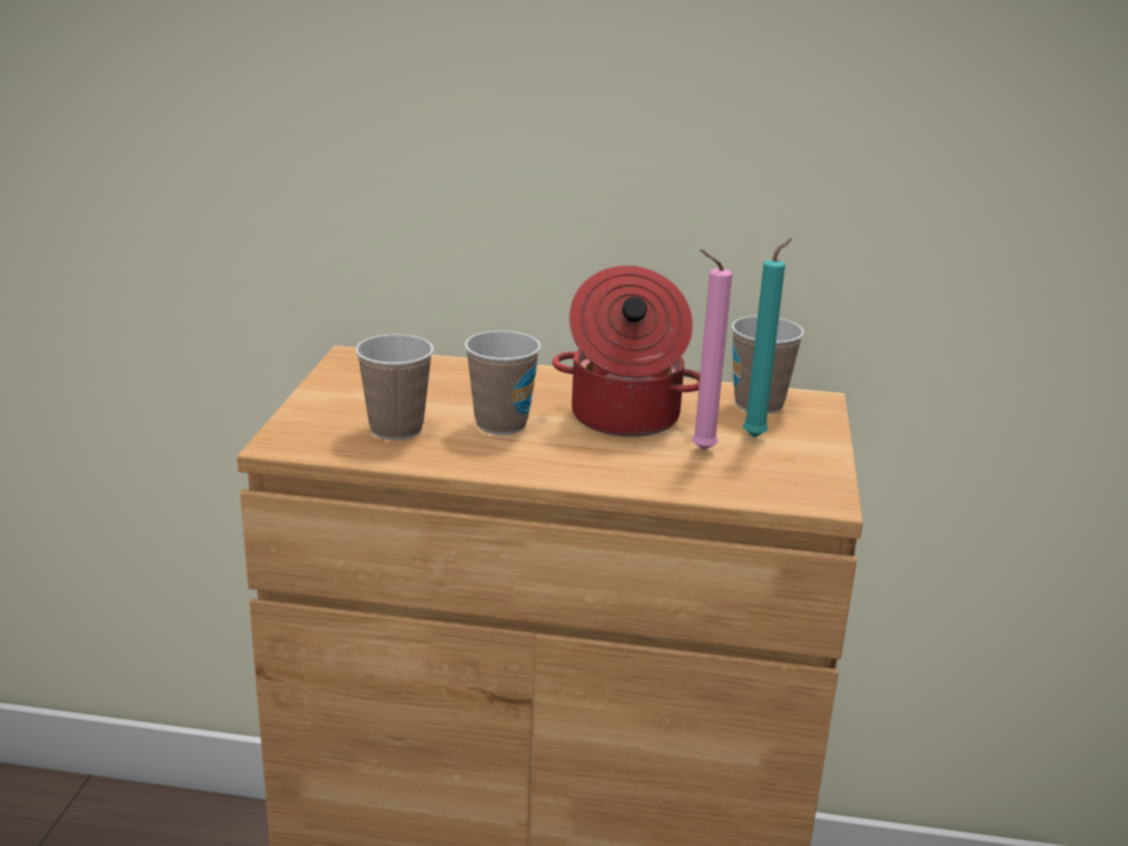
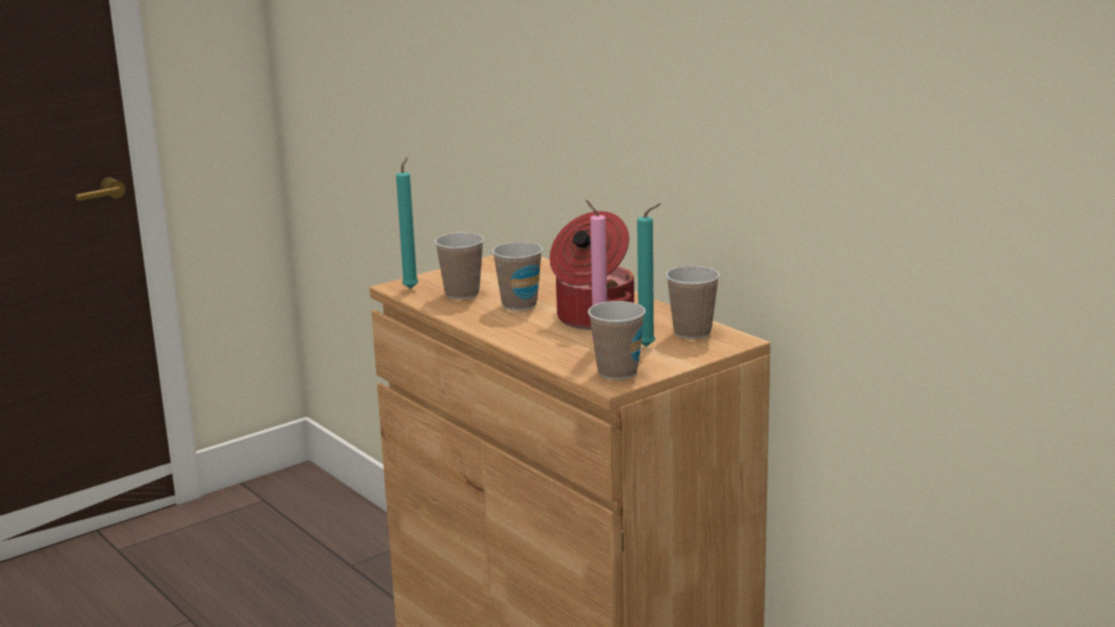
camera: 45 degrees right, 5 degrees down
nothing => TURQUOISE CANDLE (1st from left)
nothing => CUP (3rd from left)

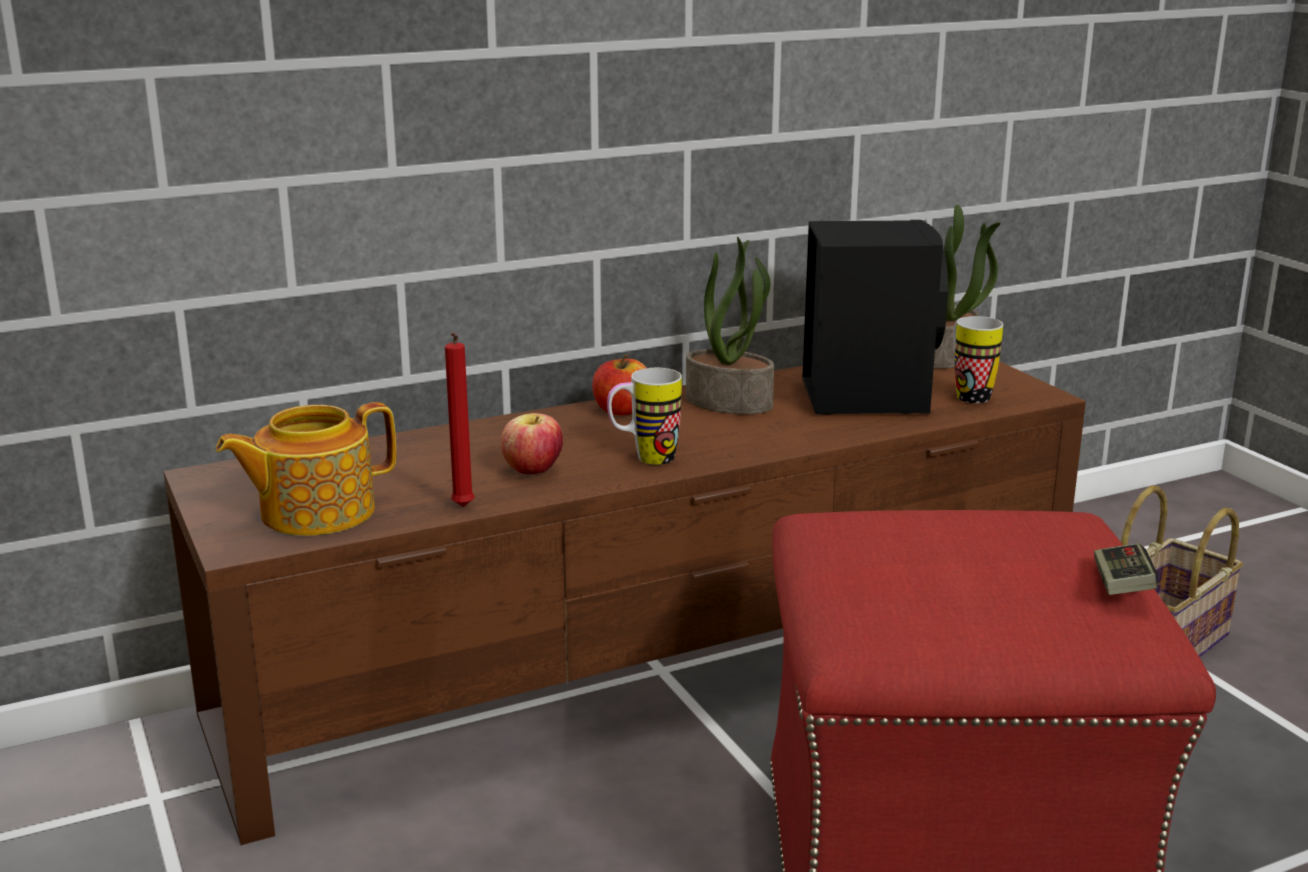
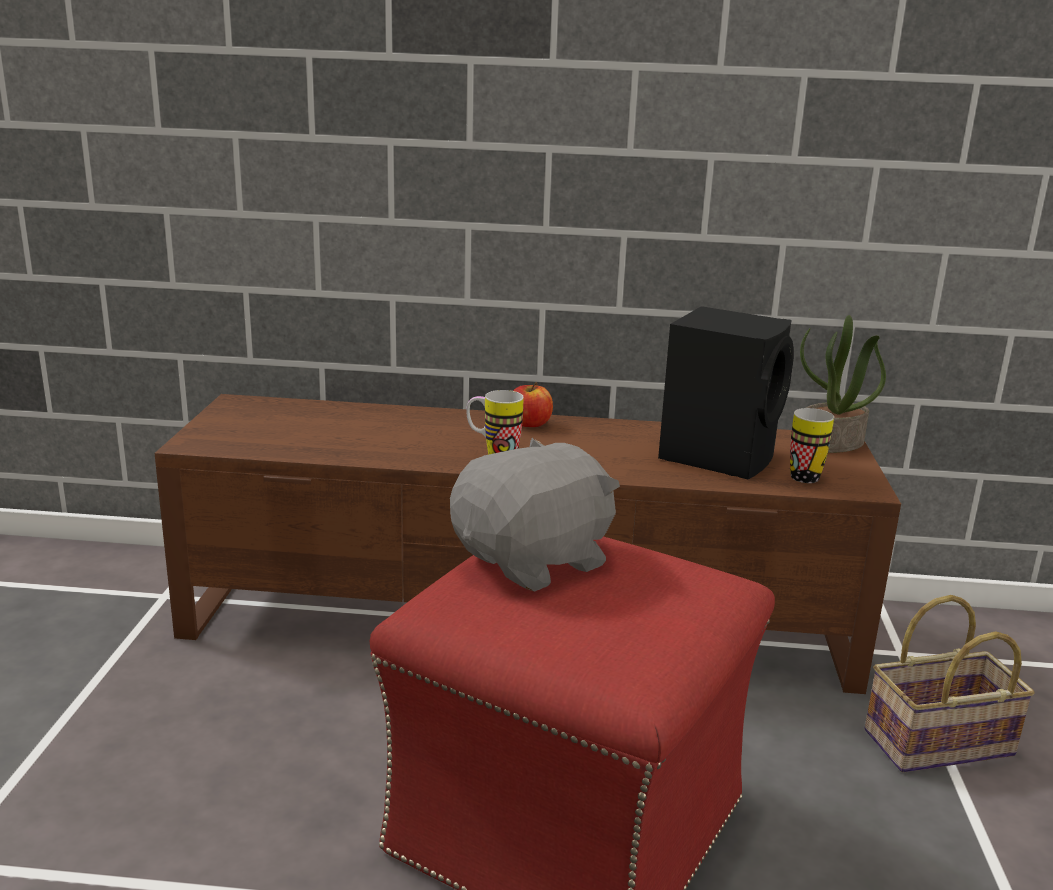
camera: 30 degrees right, 0 degrees up
nothing => GREY PLUSH TOY
TEAPOT => nothing
RED CANDLE => nothing
APPLE (1st from left) => nothing
POTTED PLANT (1st from left) => nothing
GAME CONTROLLER => nothing

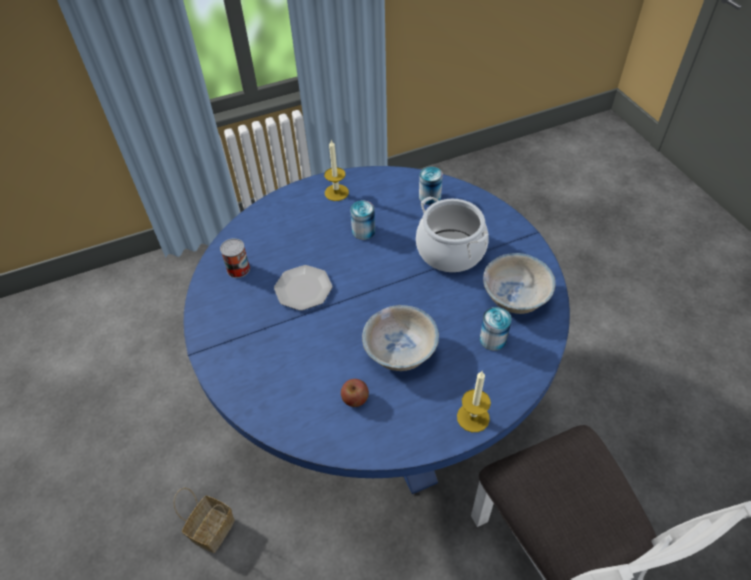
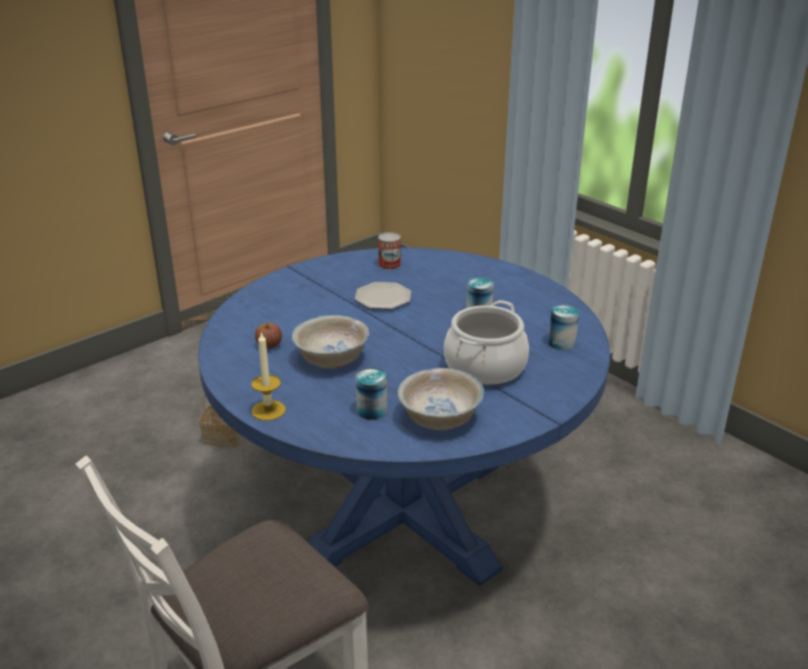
camera: 70 degrees right, 20 degrees down
CANDLE (1st from left) => nothing

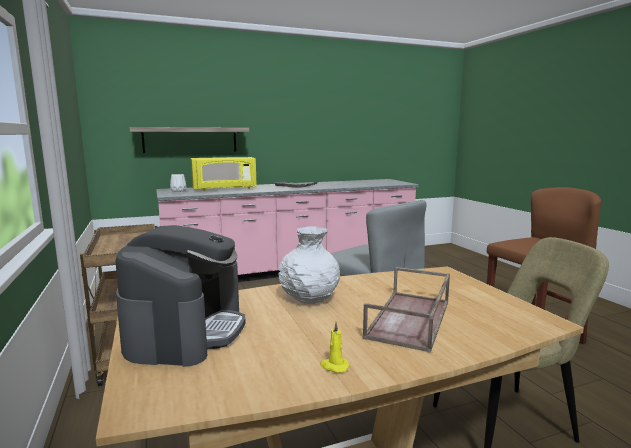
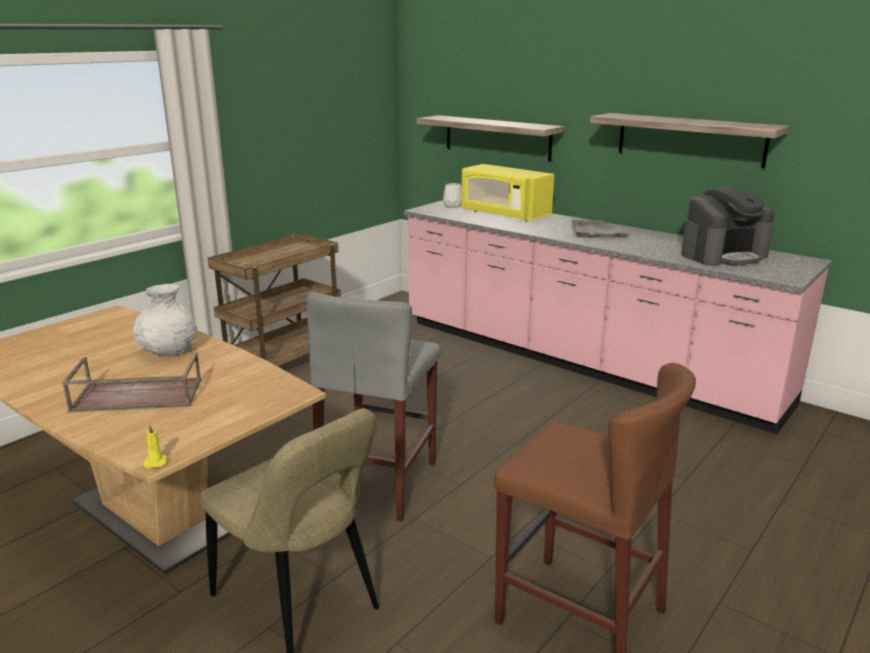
camera: 60 degrees right, 10 degrees up
YELLOW CANDLE, moved
nothing => SHELF (2nd from left)
COFFEE MACHINE, moved

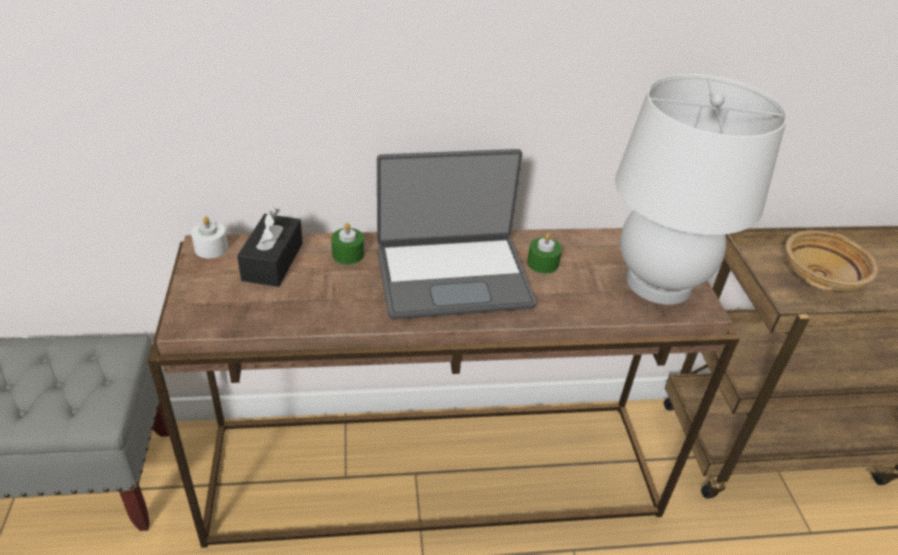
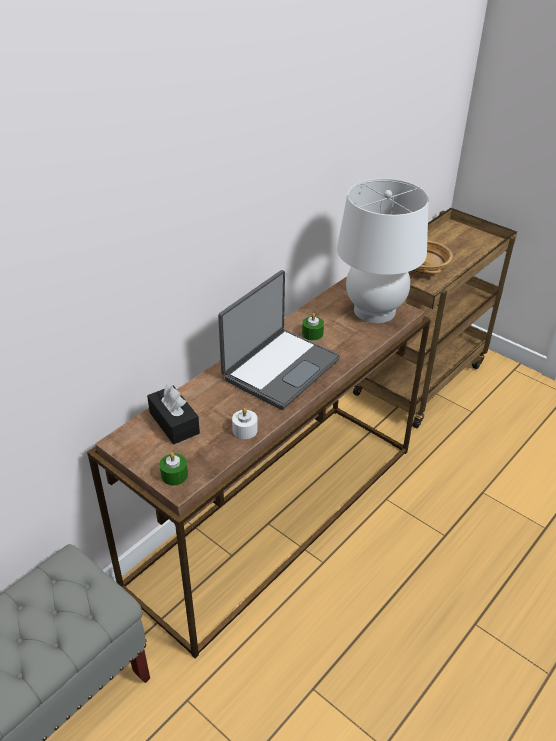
camera: 40 degrees left, 0 degrees up
GREEN CANDLE (1st from left), moved
WHITE CANDLE, moved

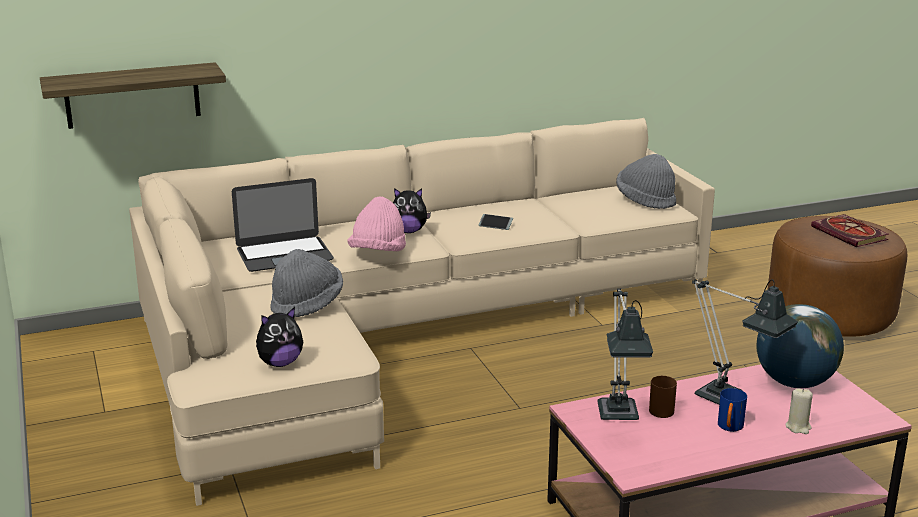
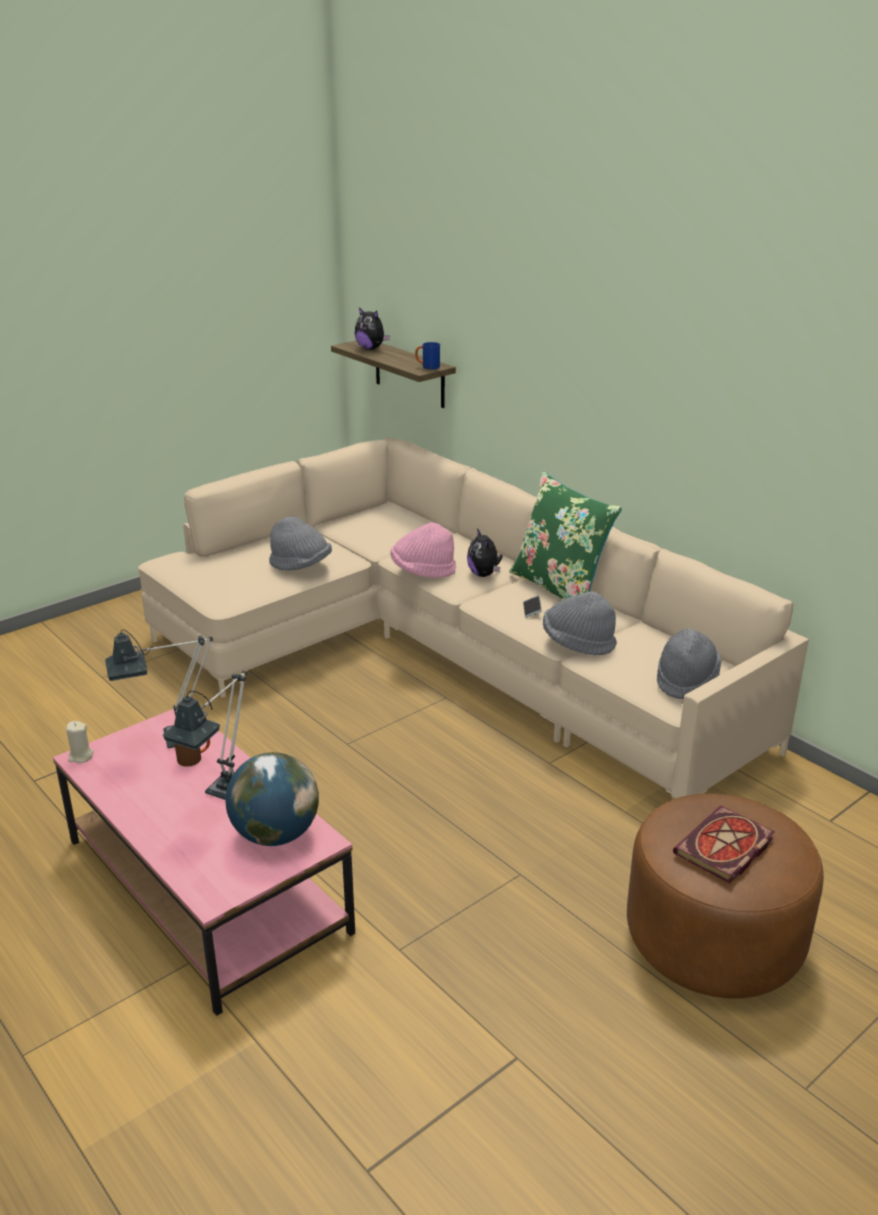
camera: 70 degrees right, 5 degrees up
BEIGE CANDLE, moved
PLUSH TOY (1st from left), moved
BLUE MUG, moved
nothing => GREEN PILLOW
nothing => GREY HAT (2nd from left)
LAPTOP => nothing

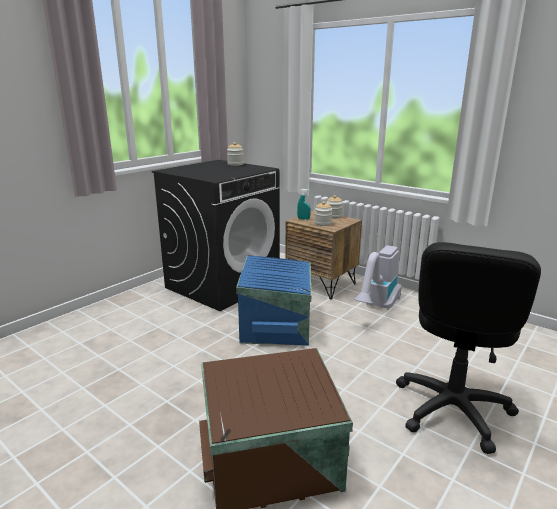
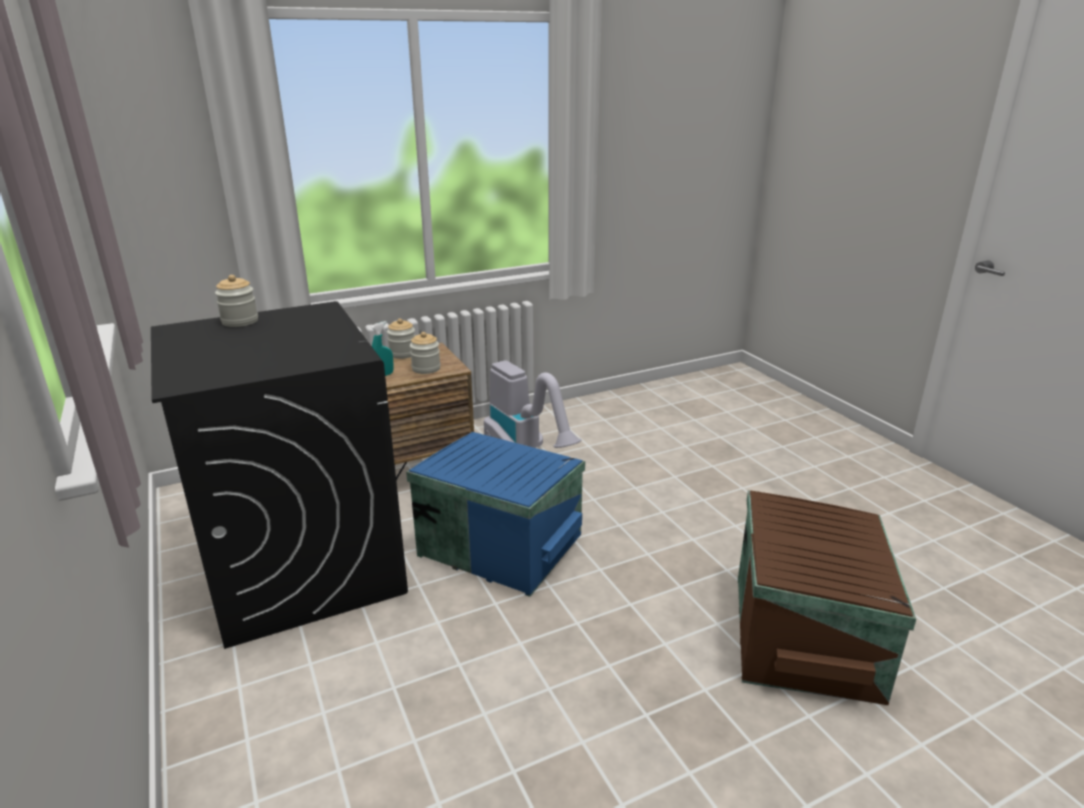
camera: 65 degrees left, 5 degrees up
BLACK OFFICE CHAIR => nothing

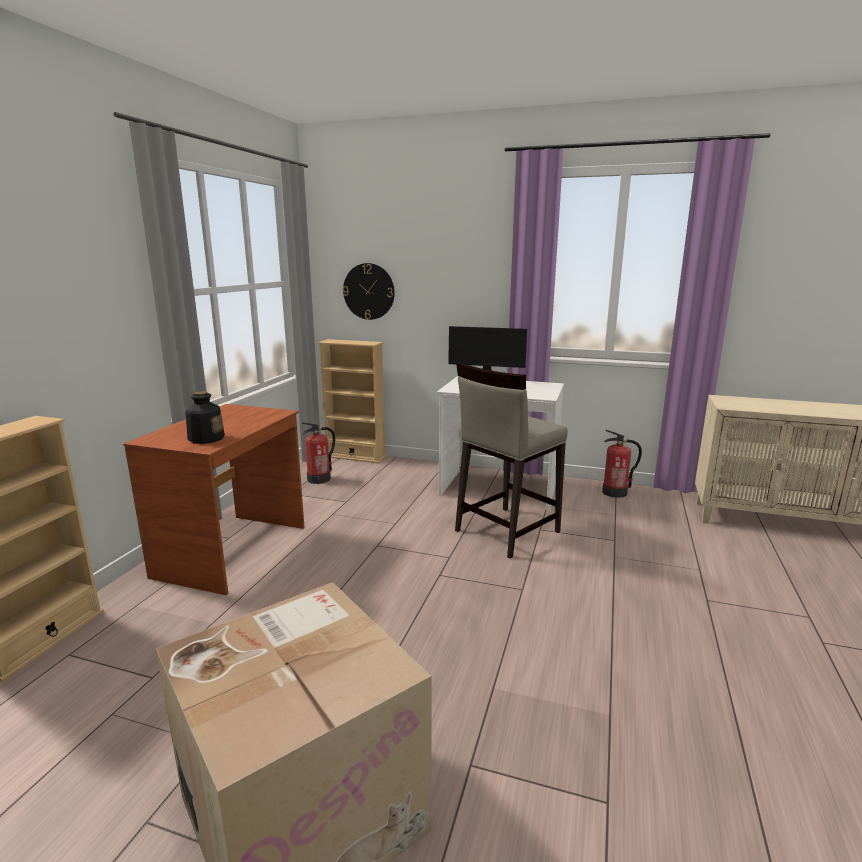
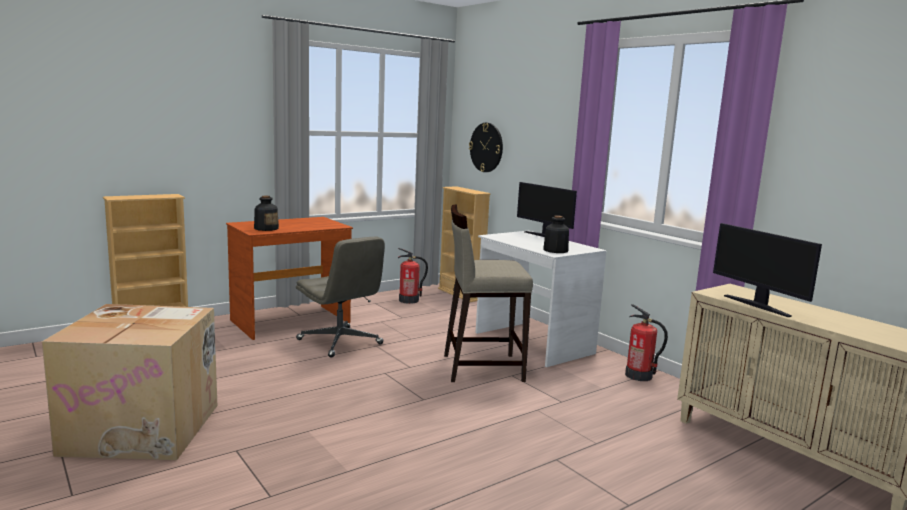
camera: 35 degrees right, 5 degrees down
nothing => GREY OFFICE CHAIR
nothing => BOTTLE (2nd from left)
nothing => MONITOR (2nd from left)

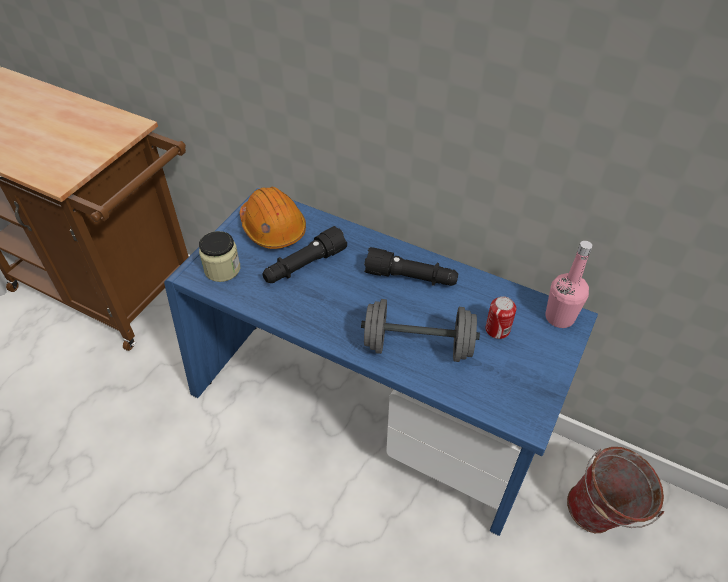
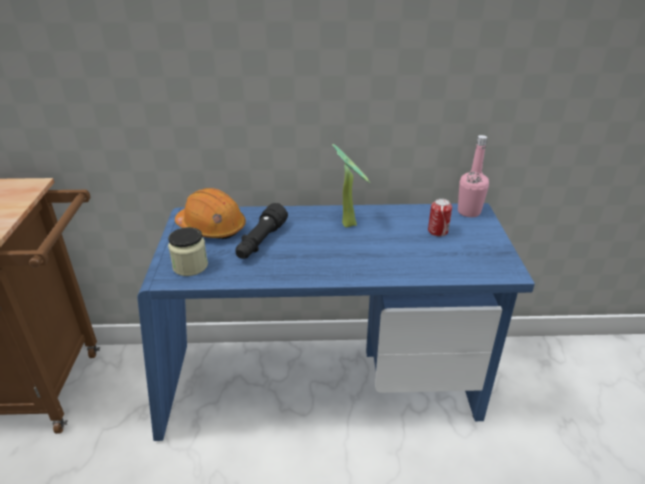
camera: 30 degrees left, 15 degrees down
BLACK FLASHLIGHT (2nd from left) => POTTED PLANT
GREY DUMBBELL => nothing
BUCKET => nothing

